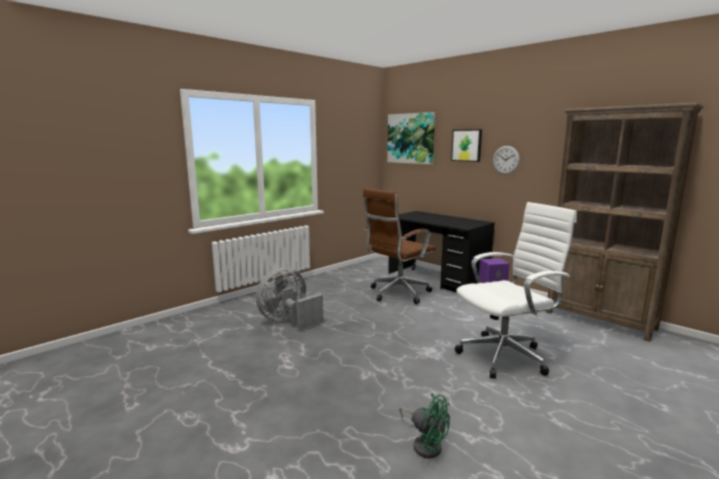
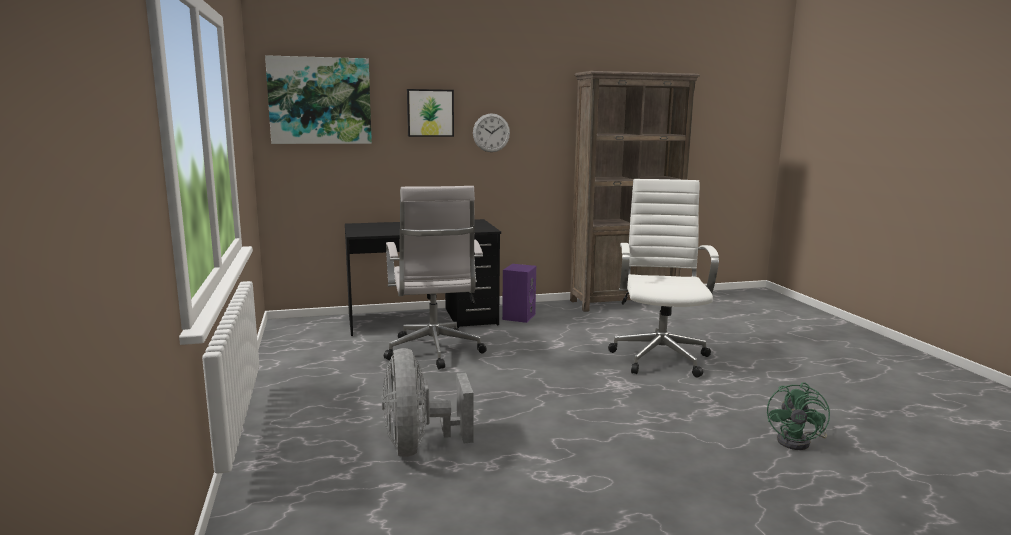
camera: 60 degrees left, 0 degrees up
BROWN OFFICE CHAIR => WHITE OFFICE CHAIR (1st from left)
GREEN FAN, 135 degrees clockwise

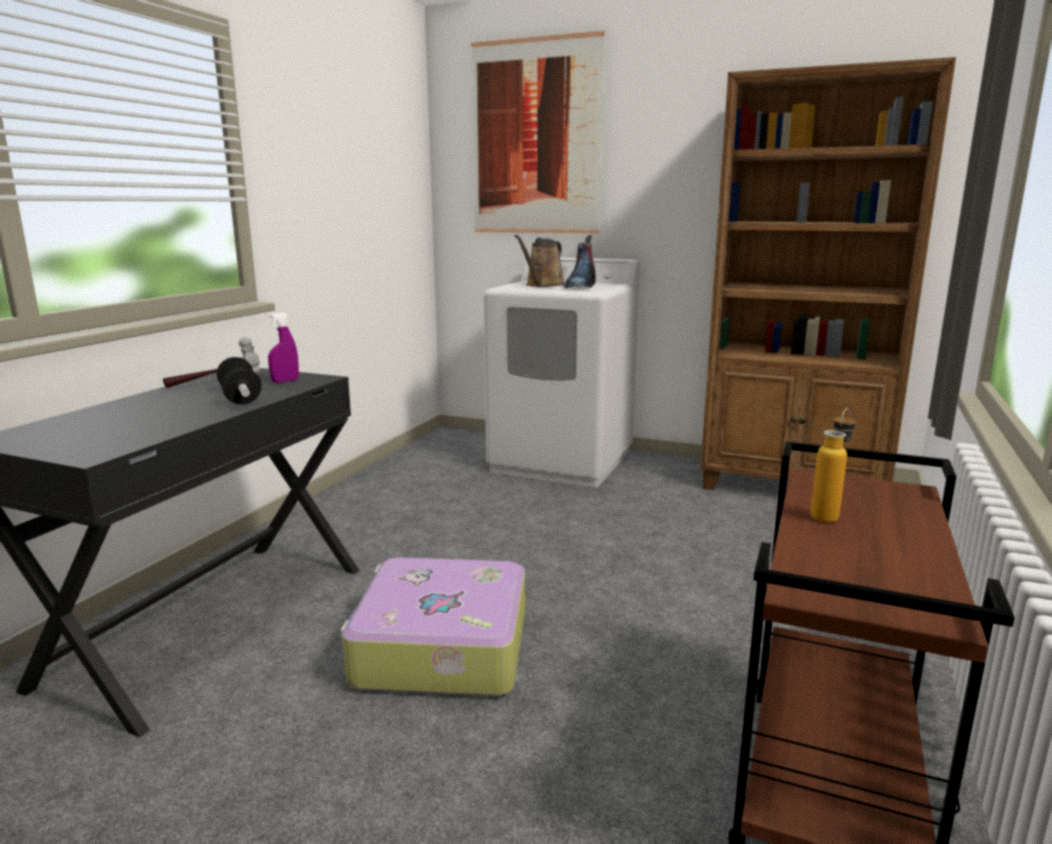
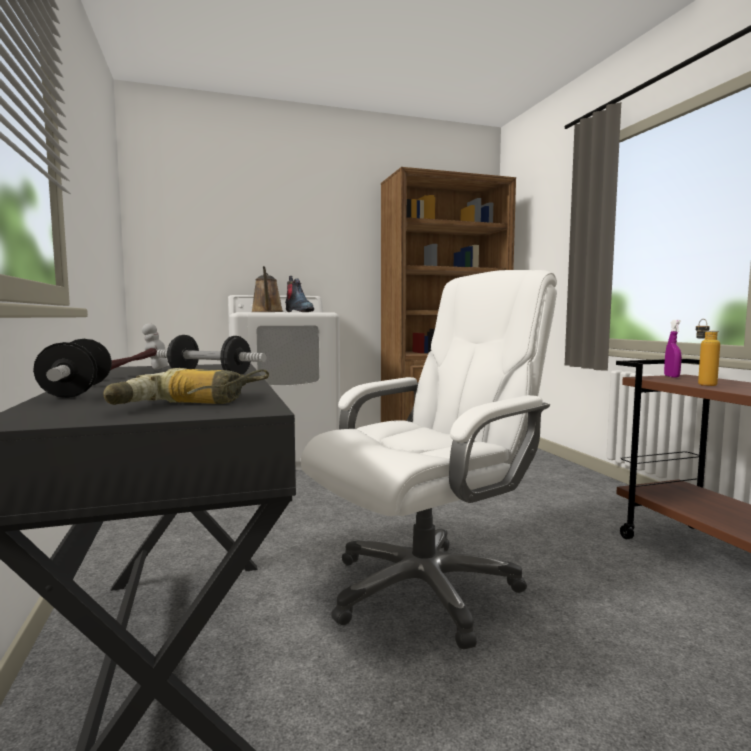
camera: 40 degrees left, 10 degrees down
nothing => DUMBBELL (1st from left)
nothing => POWER DRILL
SUITCASE => WHITE OFFICE CHAIR
PURPLE SPRAY BOTTLE, moved
PICTURE => nothing

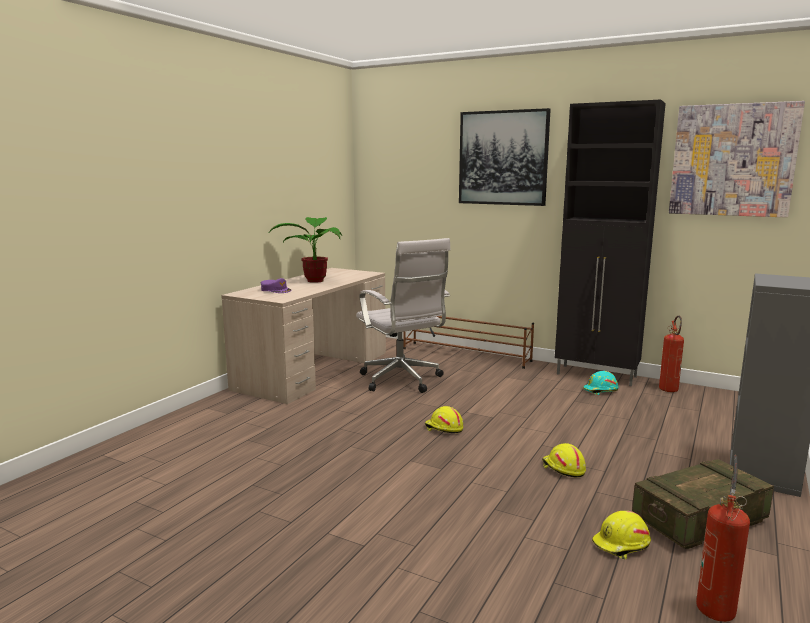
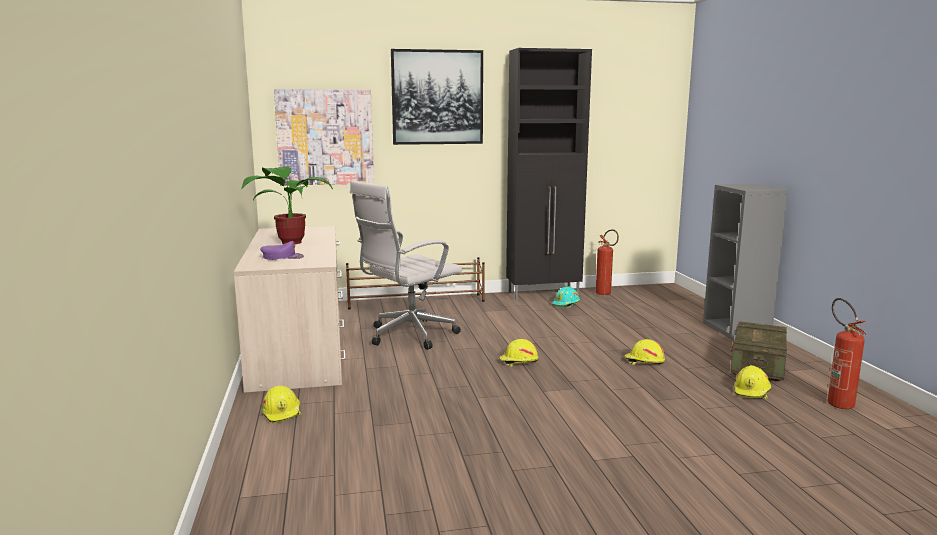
camera: 40 degrees left, 0 degrees up
nothing => YELLOW HARD HAT (1st from left)
PICTURE (2nd from left in the first image) => PICTURE (1st from left), moved
WHITE OFFICE CHAIR, 120 degrees clockwise

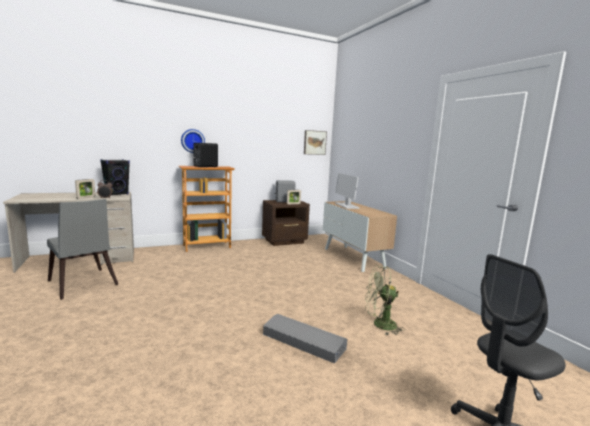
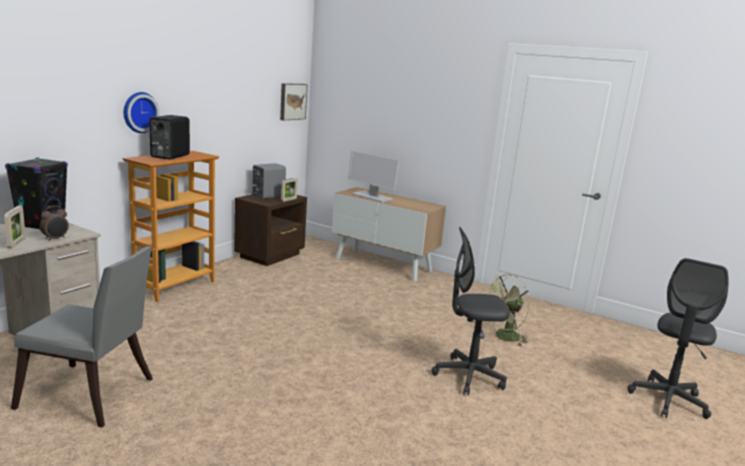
camera: 35 degrees left, 5 degrees up
GREY STORAGE BOX => GREY OFFICE CHAIR (1st from left)

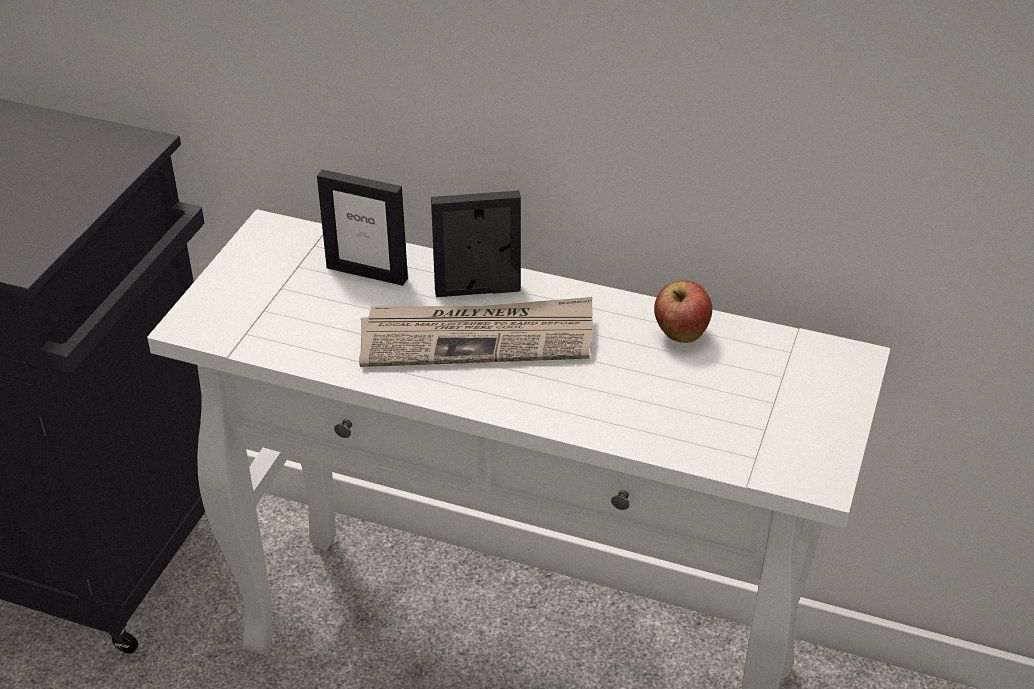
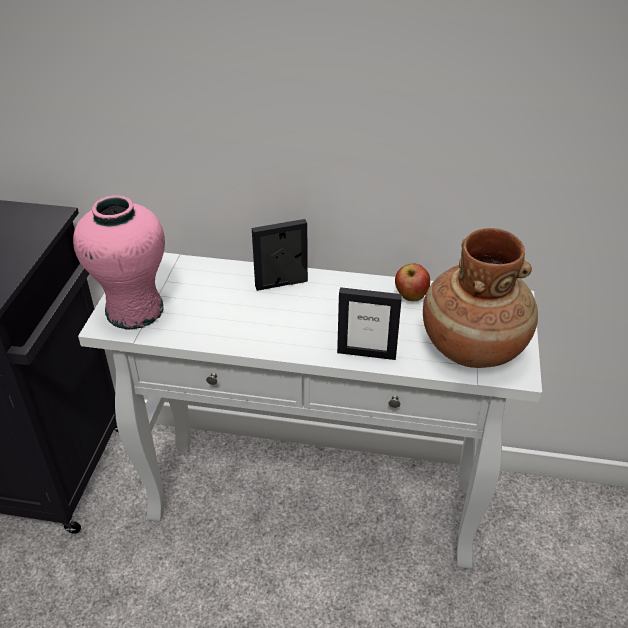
camera: 10 degrees left, 0 degrees up
nothing => PINK VASE
PICTURE FRAME (1st from left in the first image) => PICTURE FRAME (2nd from left), moved
nothing => BROWN VASE
NEWSPAPER => nothing

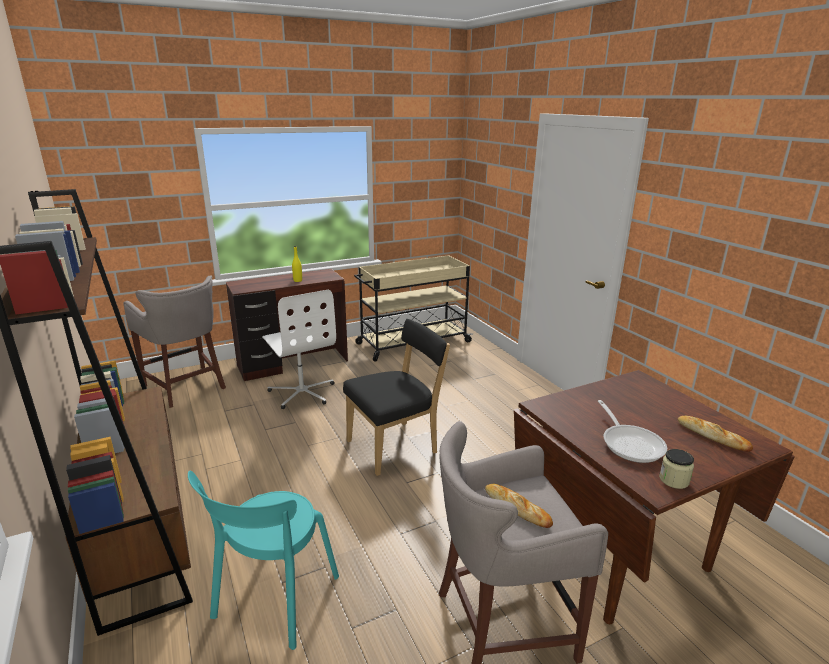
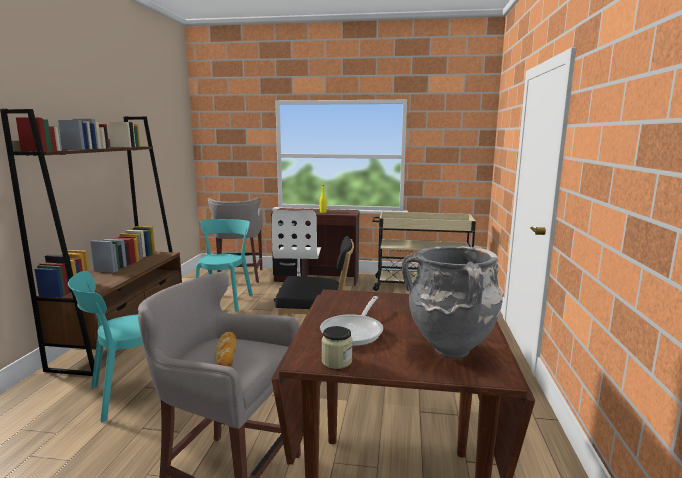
camera: 35 degrees right, 10 degrees down
nothing => TURQUOISE CHAIR (2nd from left)
BREAD (2nd from left) => GREY VASE

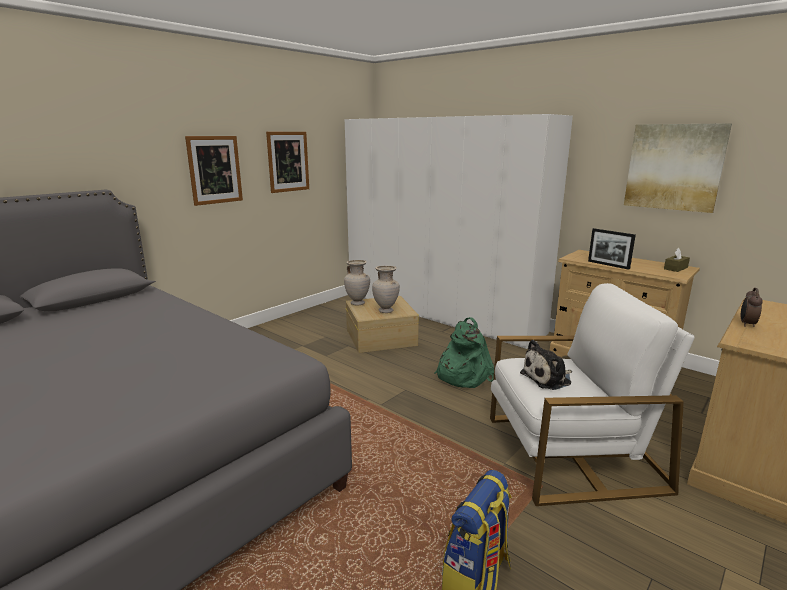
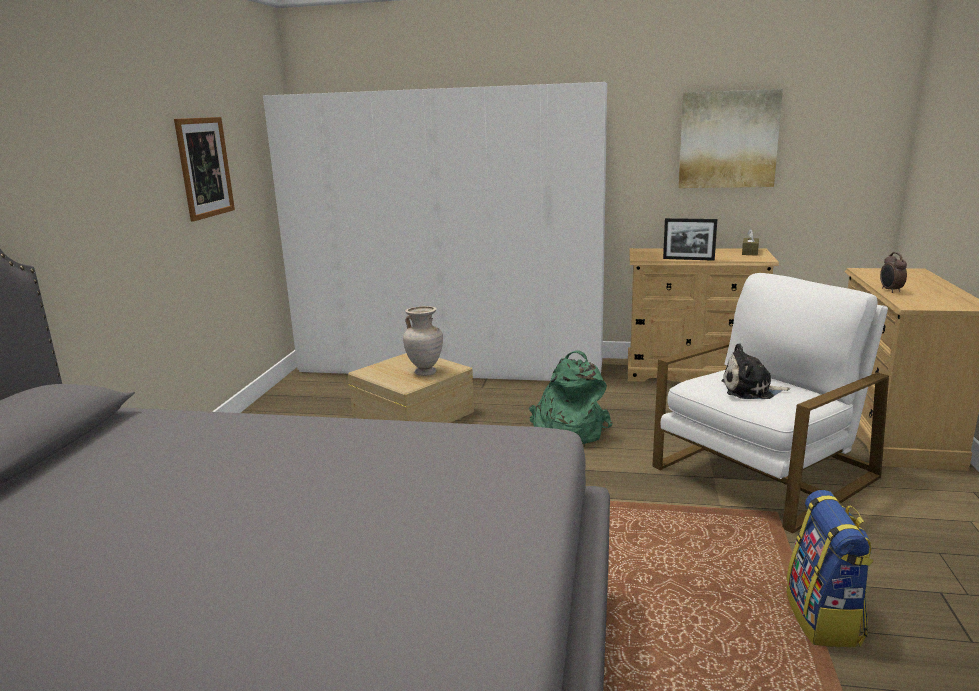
camera: 30 degrees left, 0 degrees up
PLUSH TOY, 60 degrees clockwise
PICTURE (1st from left) => nothing
BEIGE VASE (1st from left) => nothing

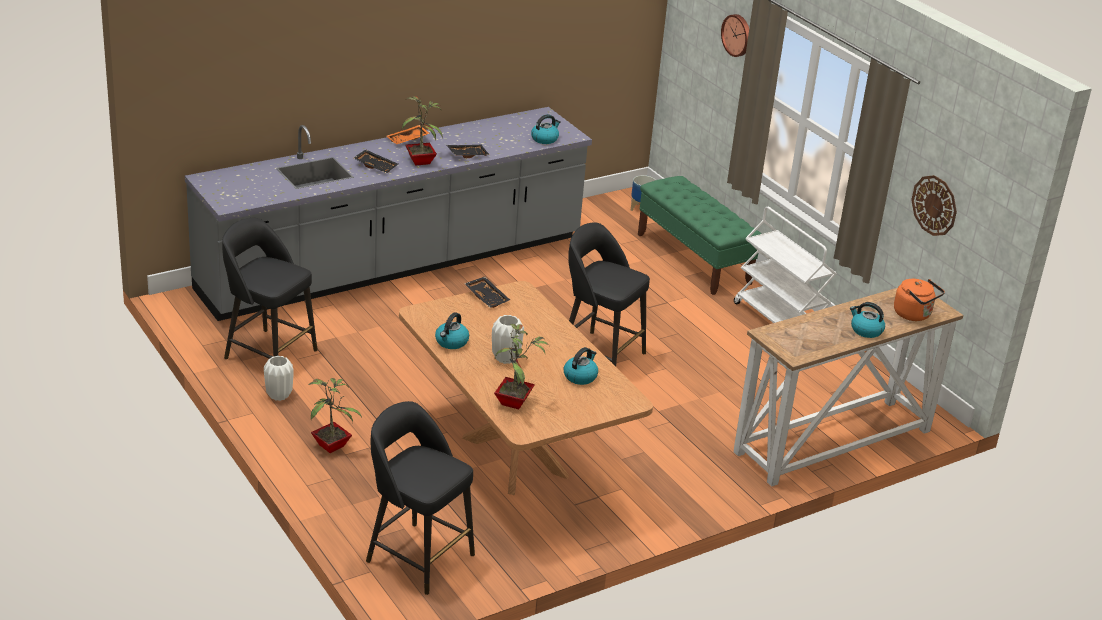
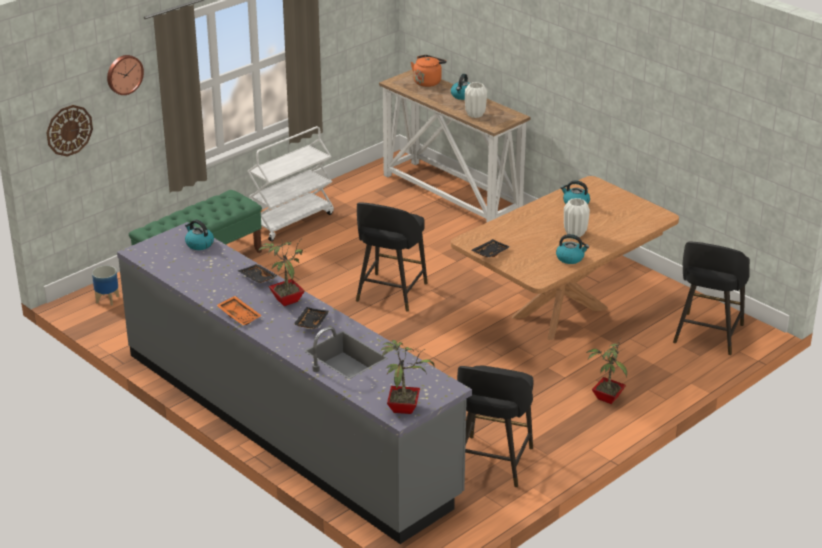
camera: 100 degrees left, 0 degrees up
WALL CLOCK (2nd from left in the first image) => WALL CLOCK (1st from left), moved
POTTED PLANT (3rd from left in the first image) => POTTED PLANT (2nd from left), moved
WHITE VASE (1st from left), moved

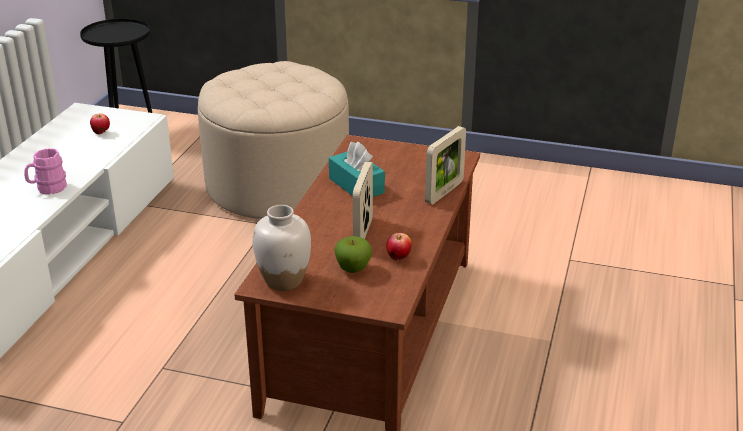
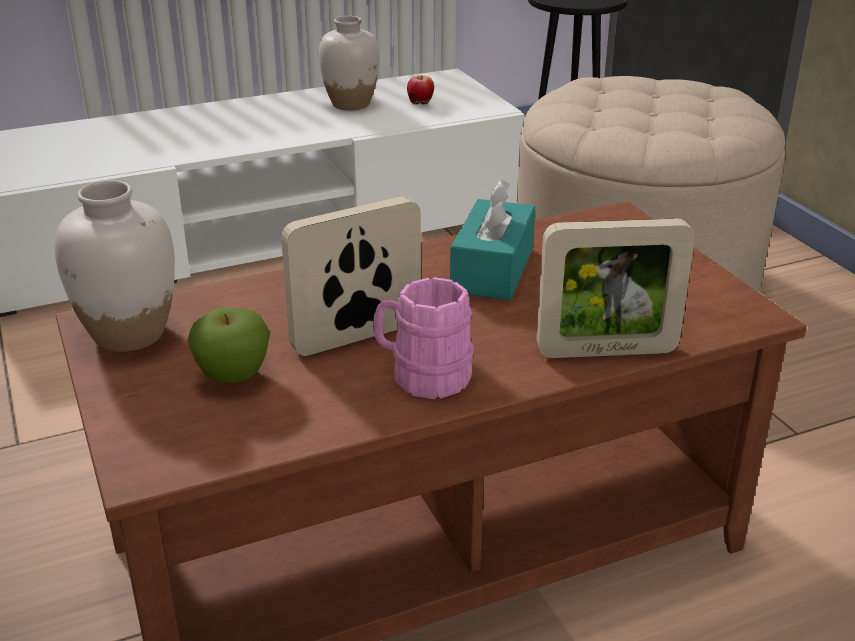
camera: 50 degrees right, 0 degrees up
nothing => WHITE VASE (2nd from left)
PINK MUG, moved
APPLE (3rd from left) => nothing

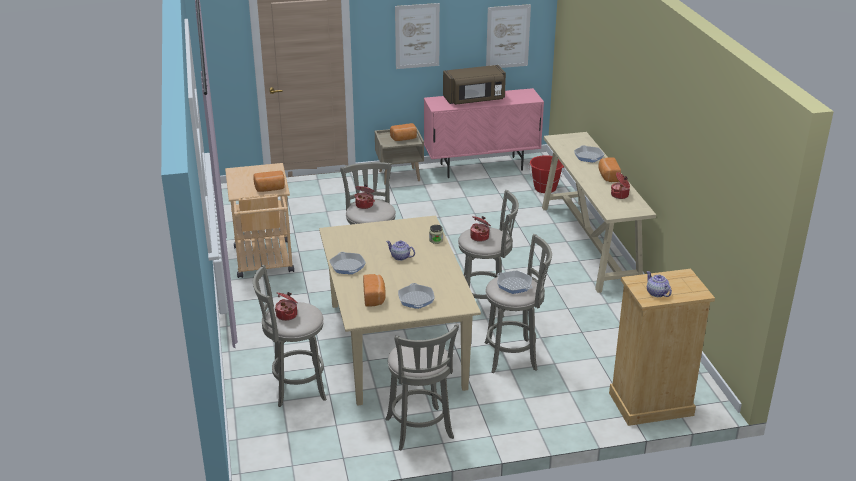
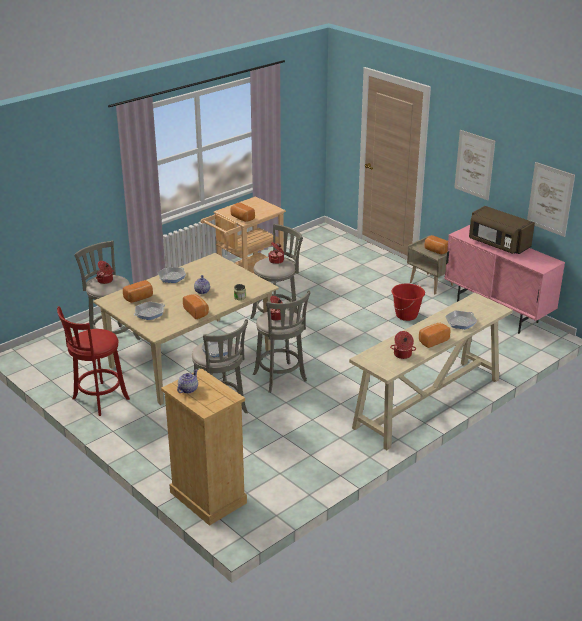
camera: 60 degrees right, 0 degrees up
GREY STOOL (3rd from left) => RED STOOL
nothing => BREAD (2nd from left)
RED BUCKET, moved

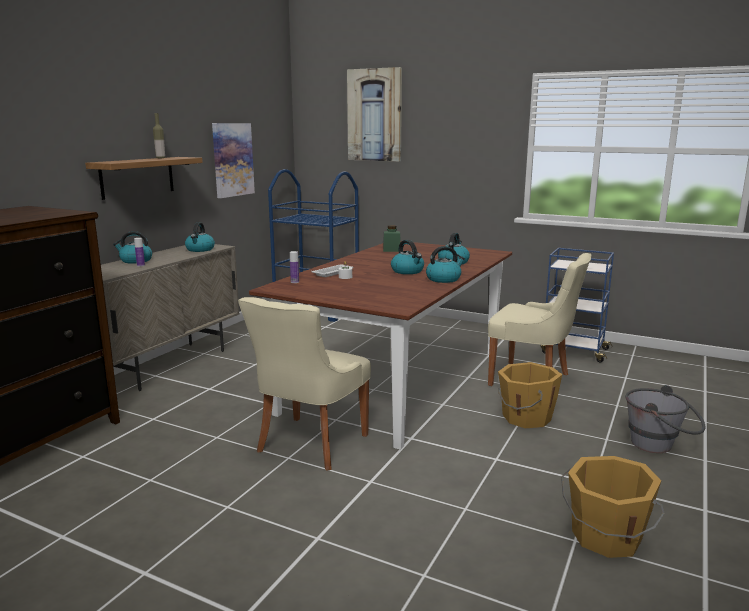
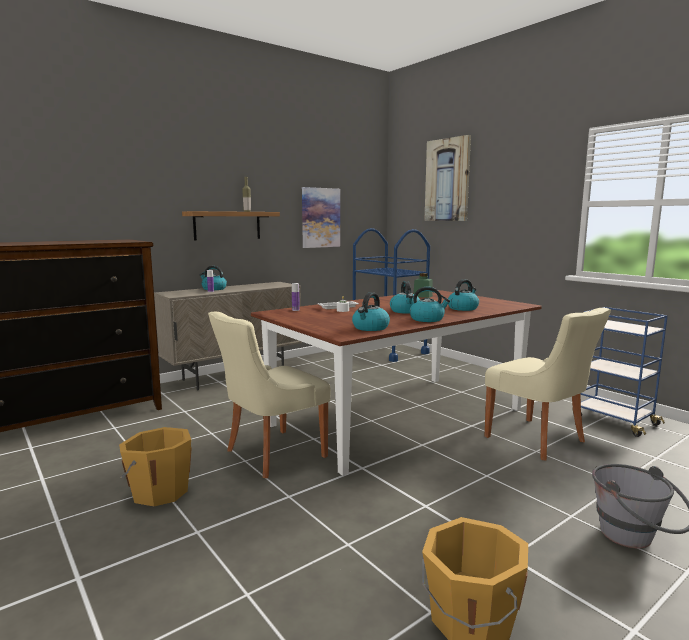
camera: 25 degrees right, 5 degrees down
ORANGE BUCKET (1st from left), moved
KETTLE (2nd from left), moved

